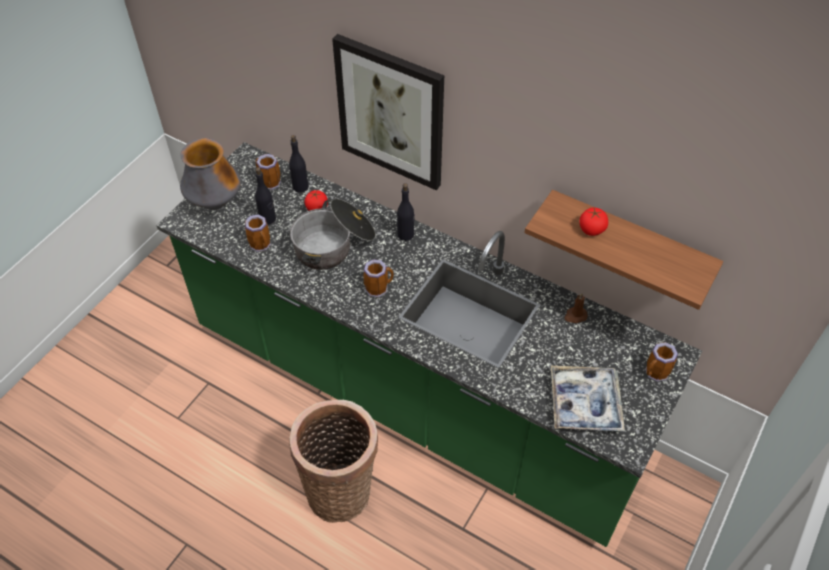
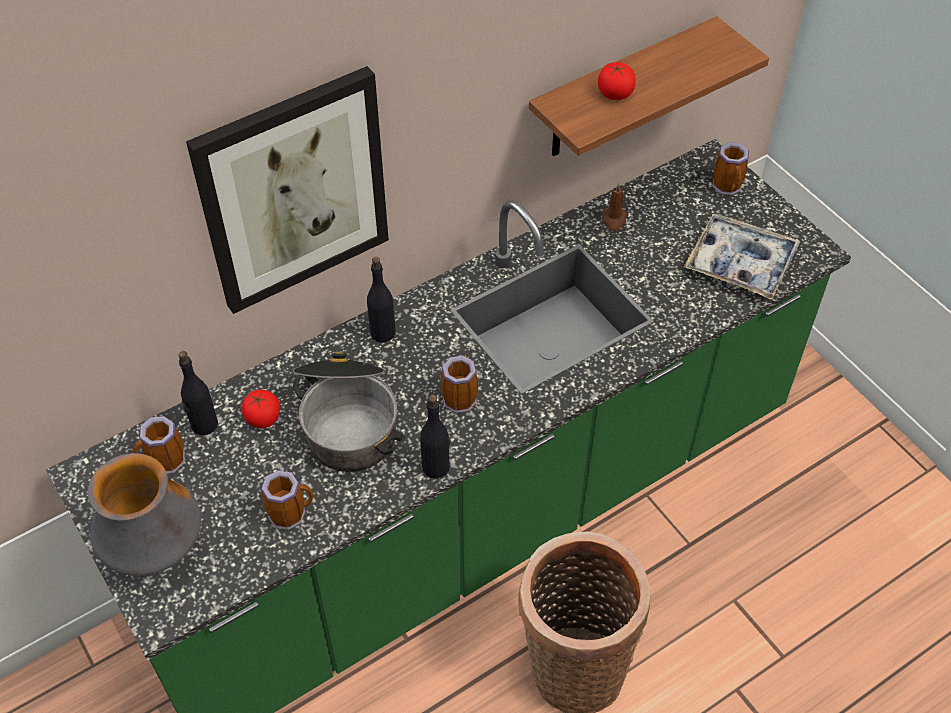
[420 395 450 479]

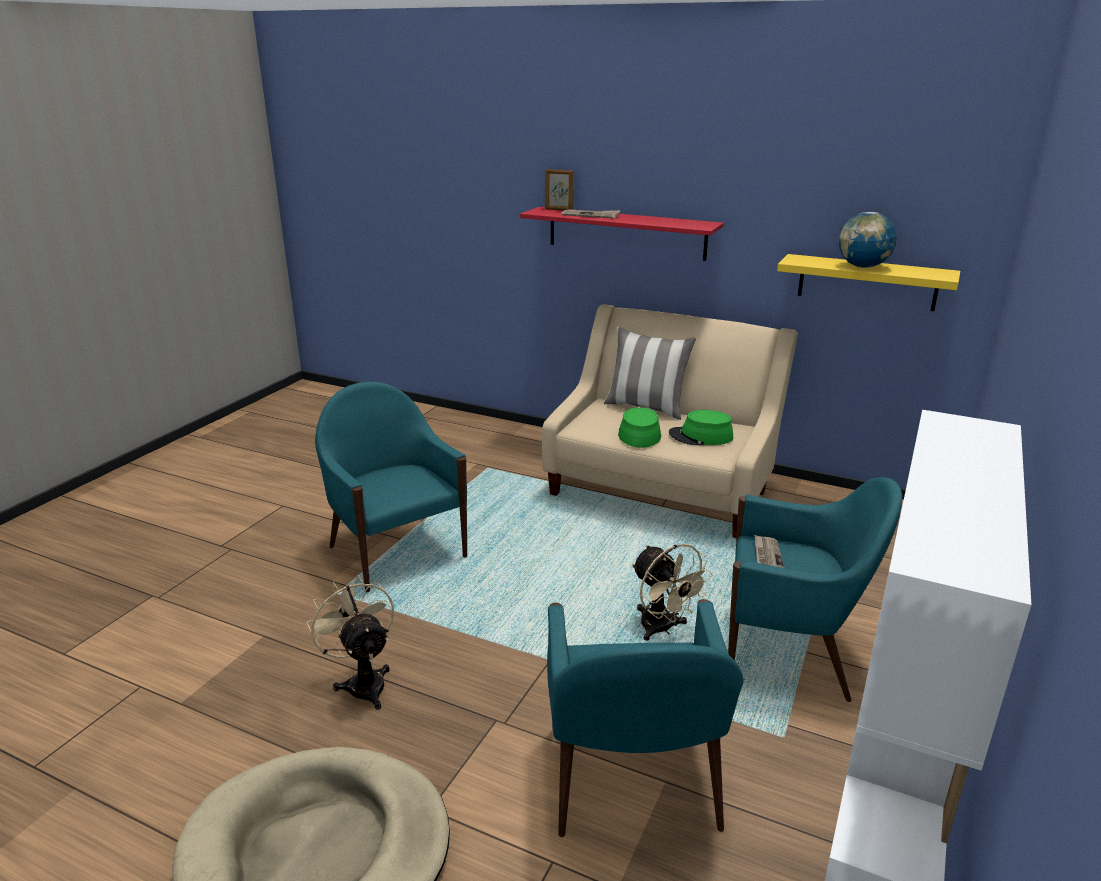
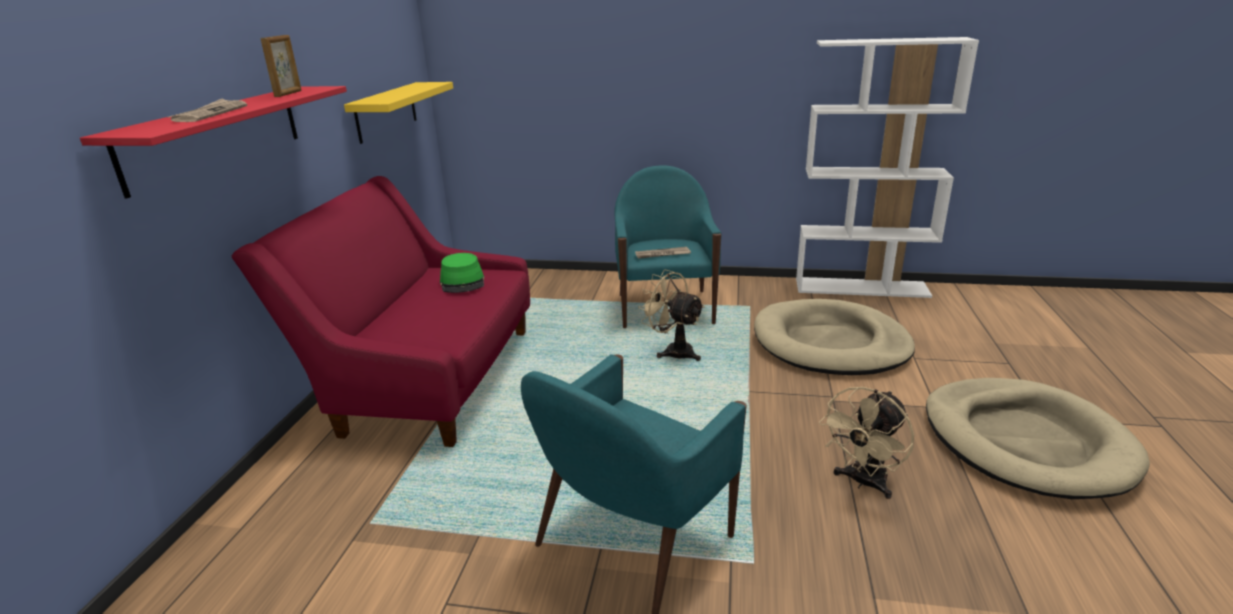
[604 327 696 420] (first image)
[618 407 661 448] (first image)
[839 212 897 268] (first image)
[261 35 301 97]
[754 299 915 375]
[232 176 530 447]
[638 270 705 361]

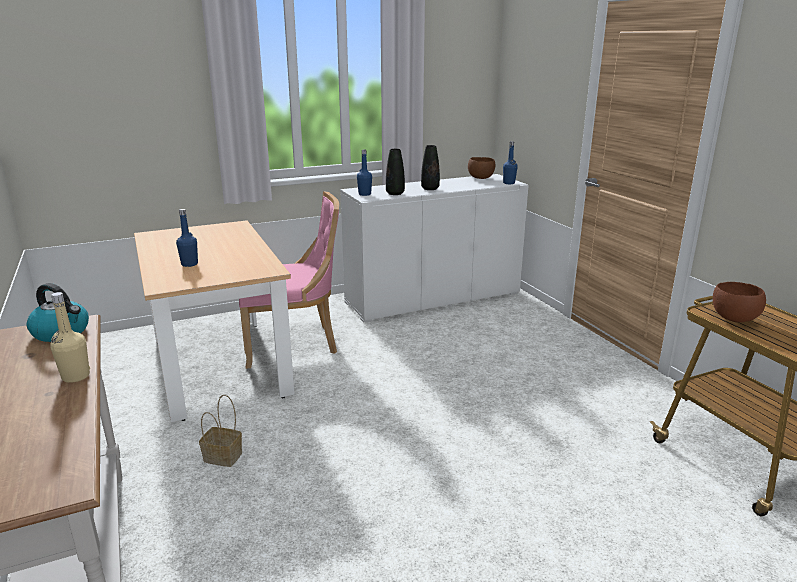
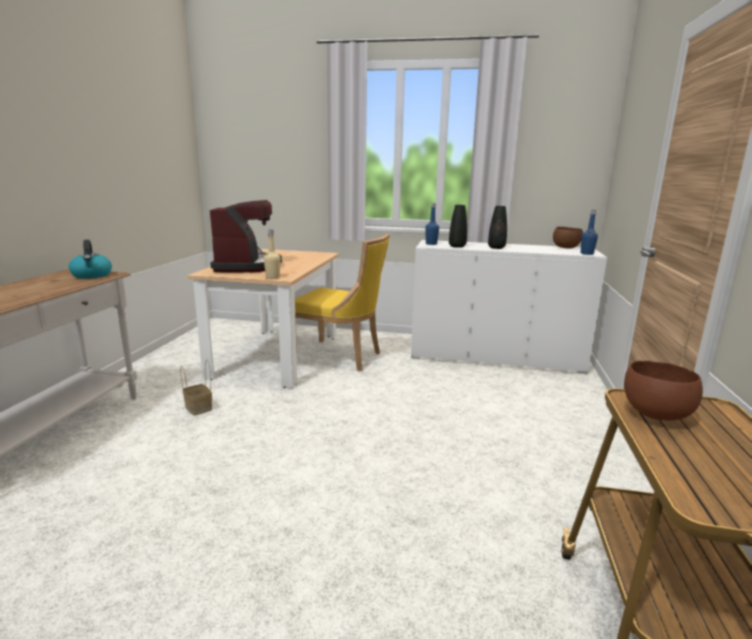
[264 230 280 279]
[210 200 282 273]
[295 234 390 371]

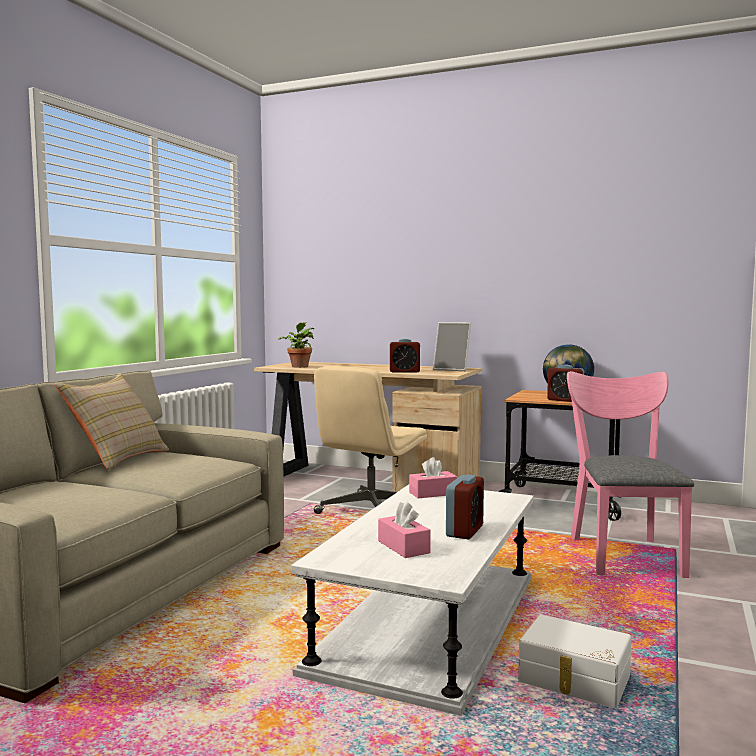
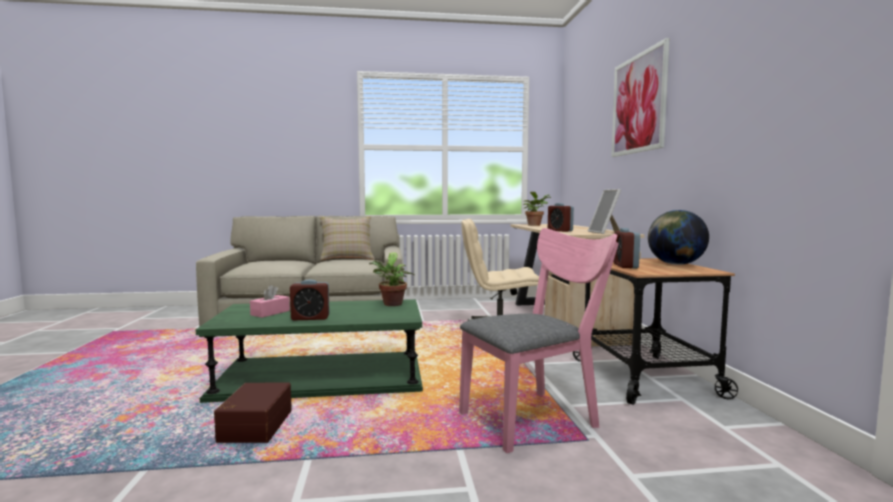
[611 38 670 157]
[369 252 415 306]
[196 299 423 403]
[214 383 292 443]

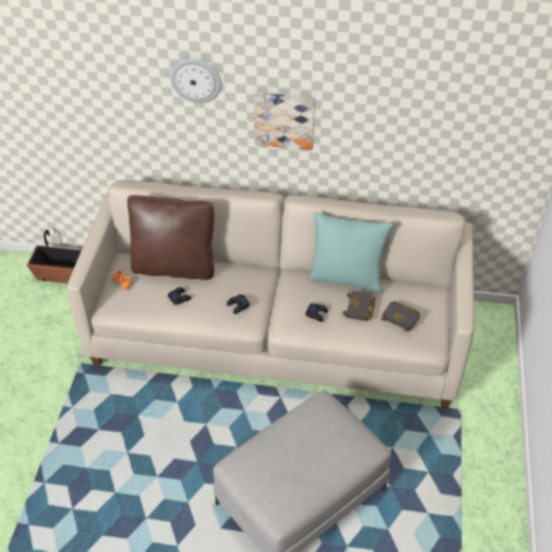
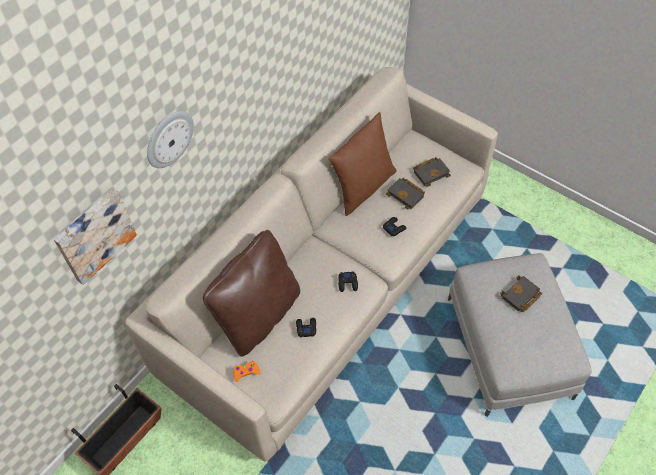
[500 275 542 312]
[54 188 137 285]
[328 112 397 216]

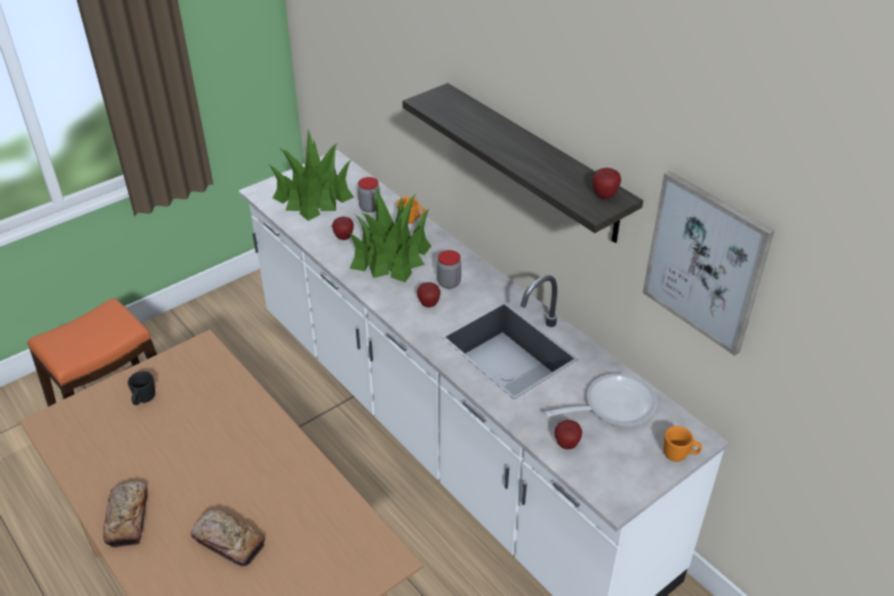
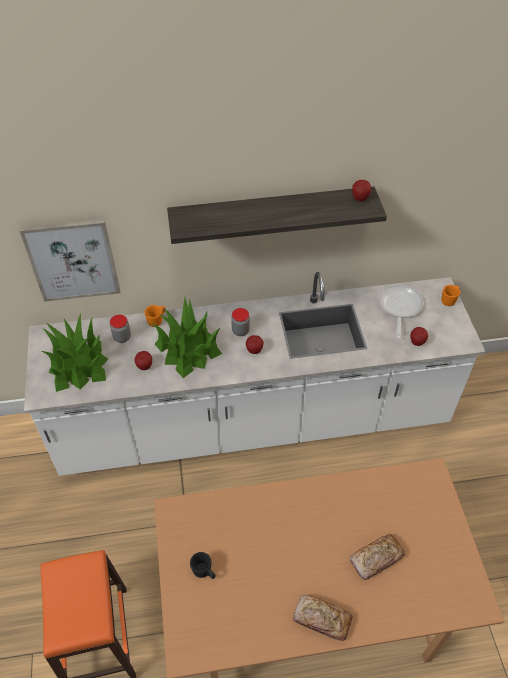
[20 219 120 302]

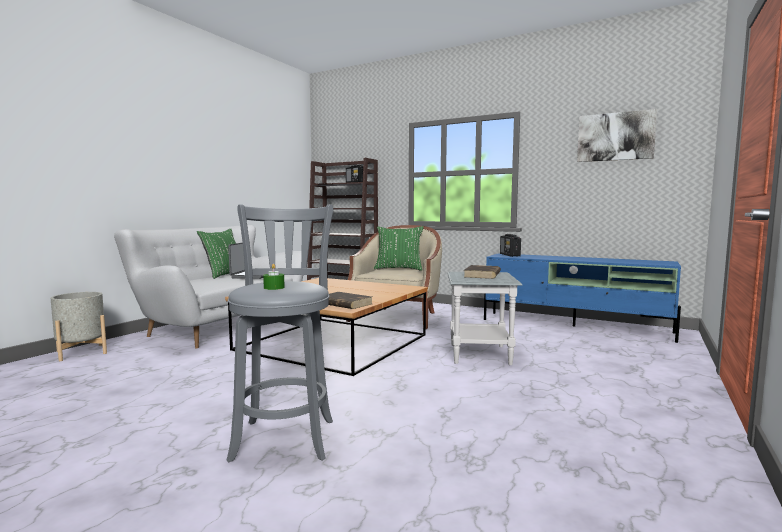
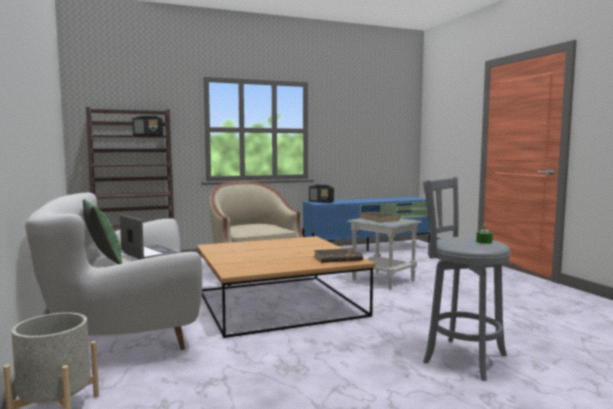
[374 226 424 271] (first image)
[577 109 657 162] (first image)

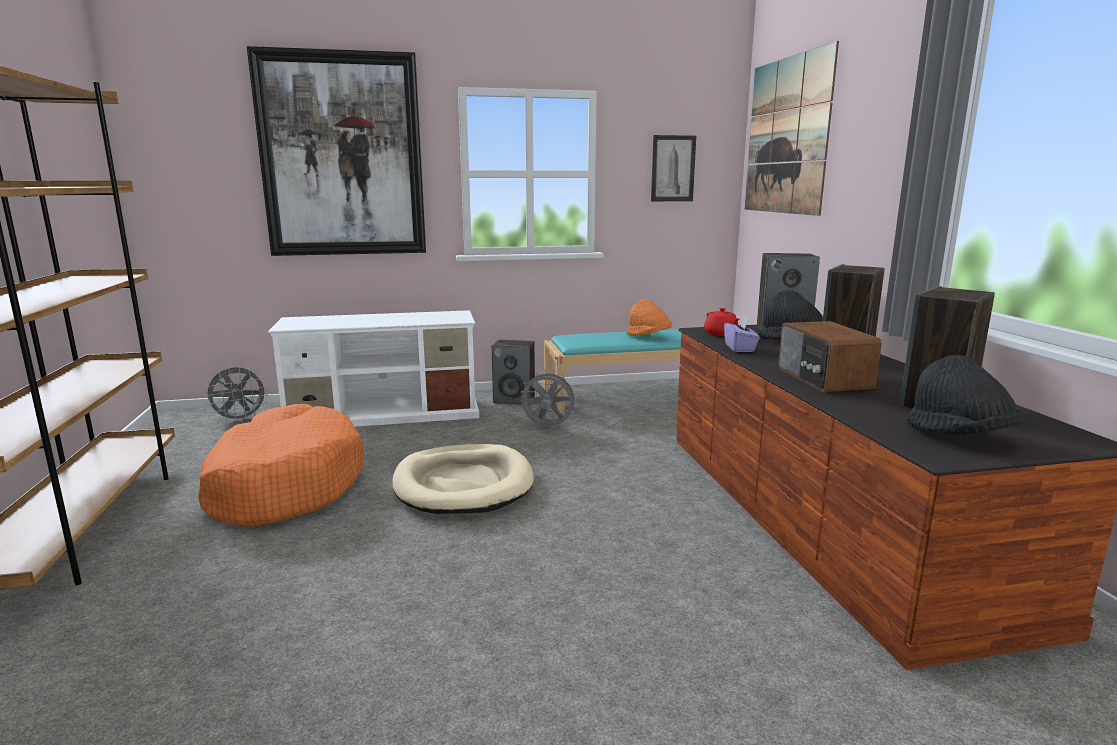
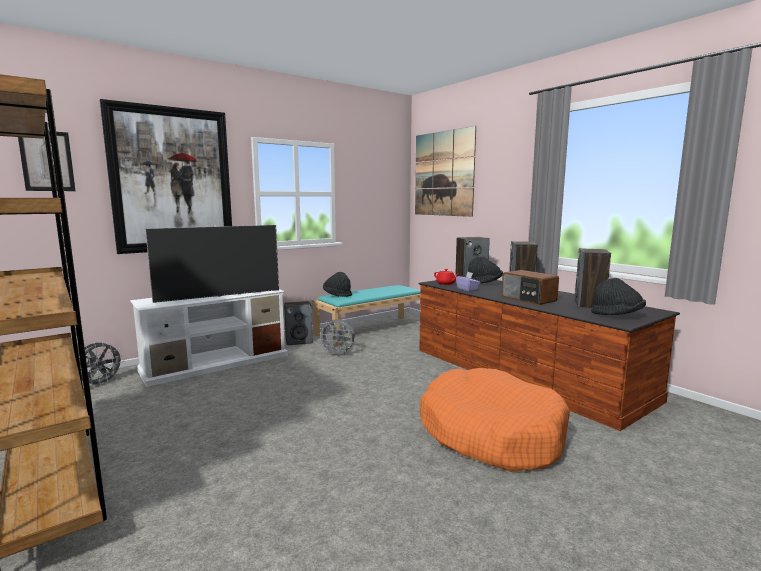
[393 444 534 514] (first image)
[627 299 672 336] (first image)
[145 225 279 303]
[323 272 352 297]
[420 368 570 472]
[18 132 75 191]
[318 319 355 356]

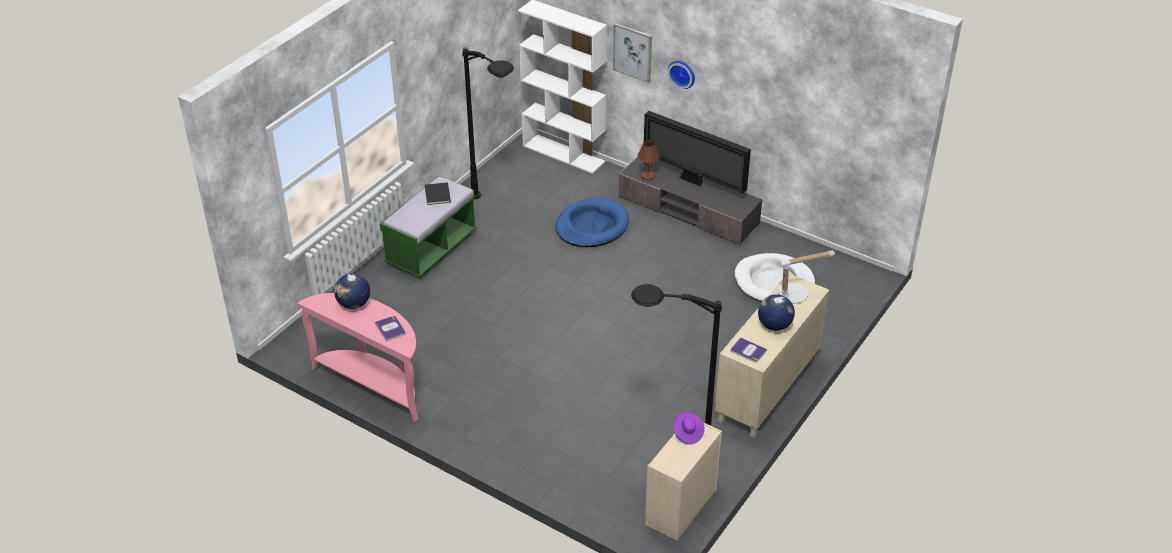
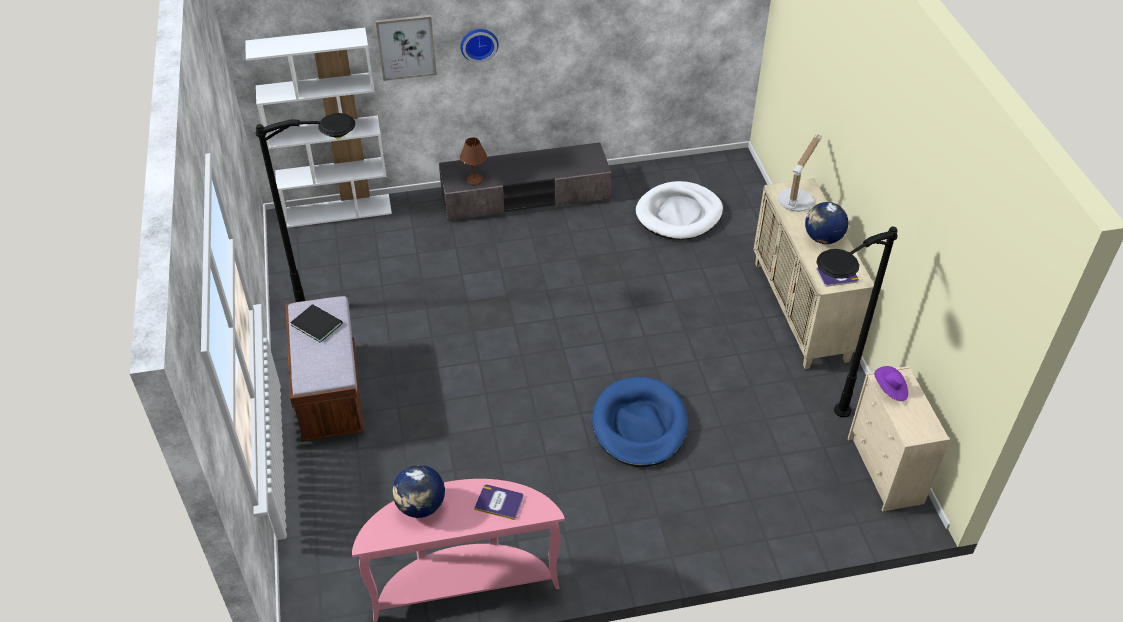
[644 111 751 193] (first image)
[592 377 688 467]
[285 295 364 442]

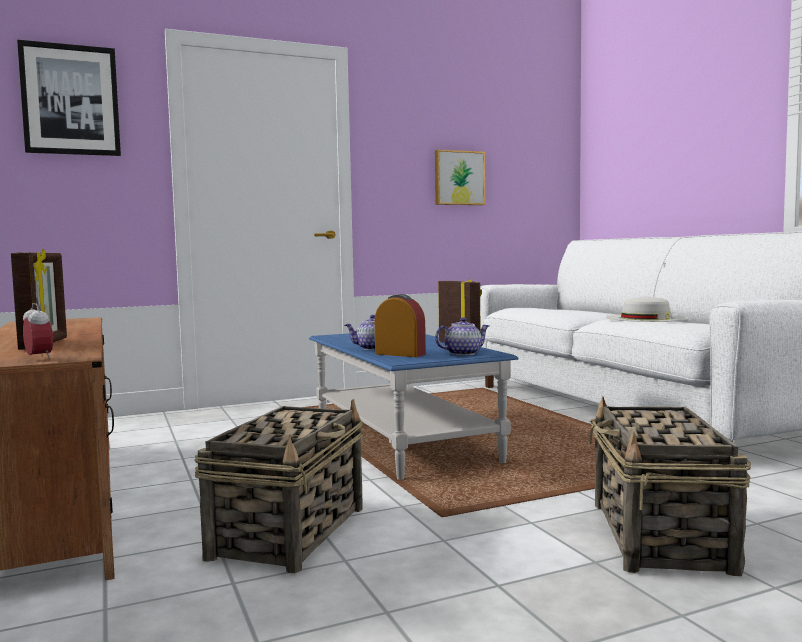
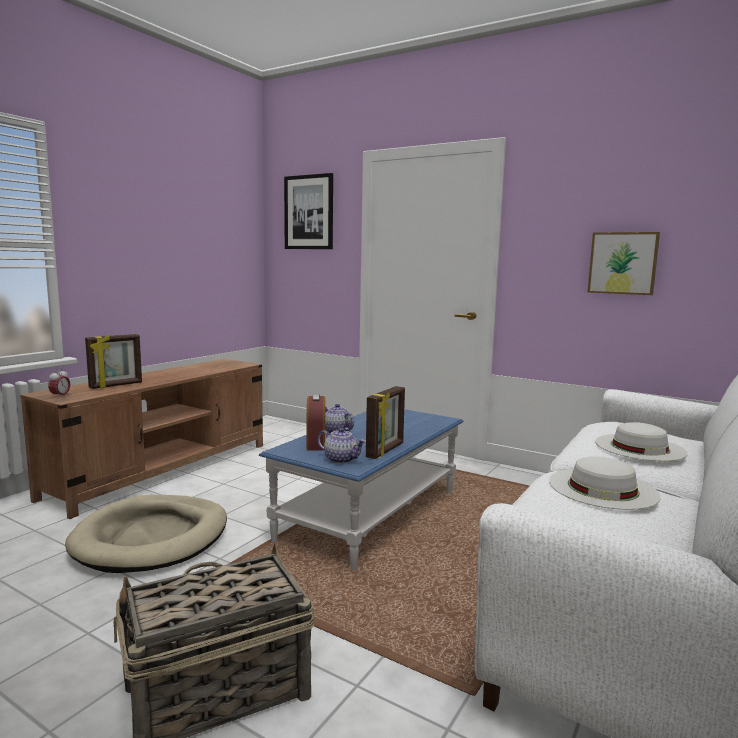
[595 422 687 461]
[65 495 227 573]

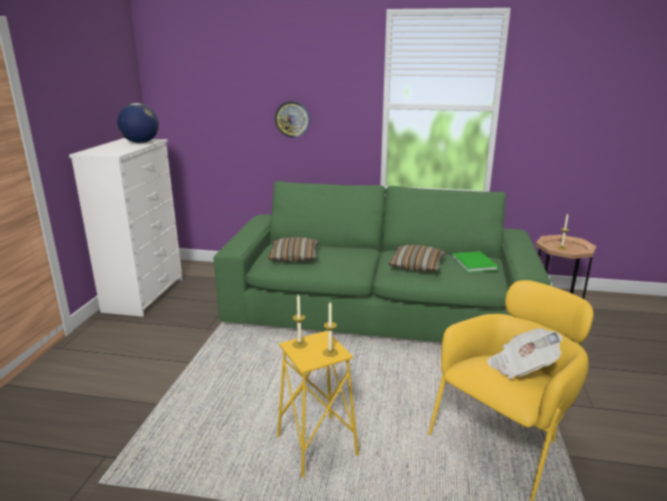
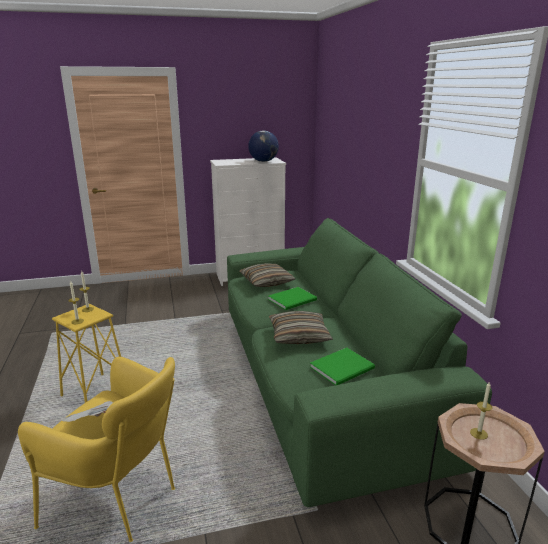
[275 101 310 138] (first image)
[268 287 317 310]

